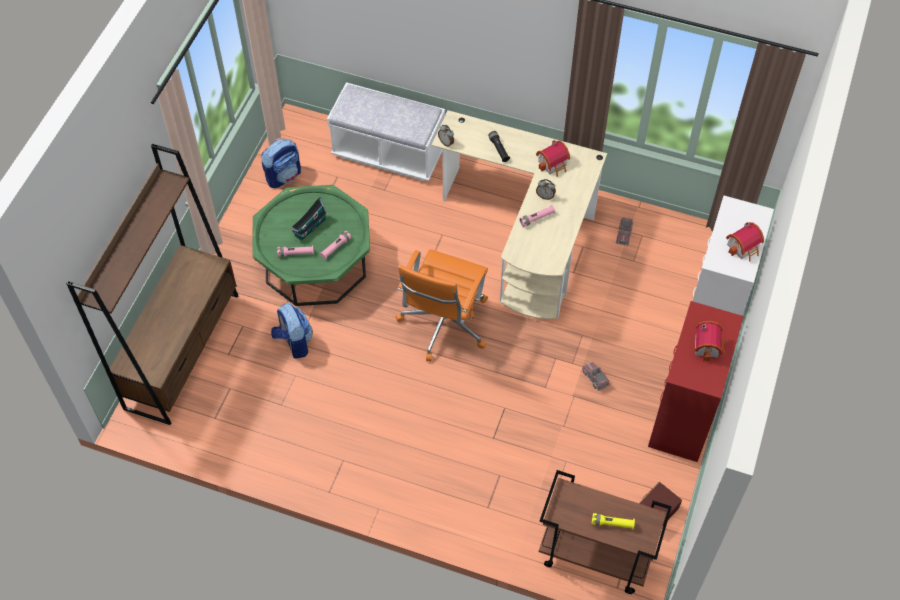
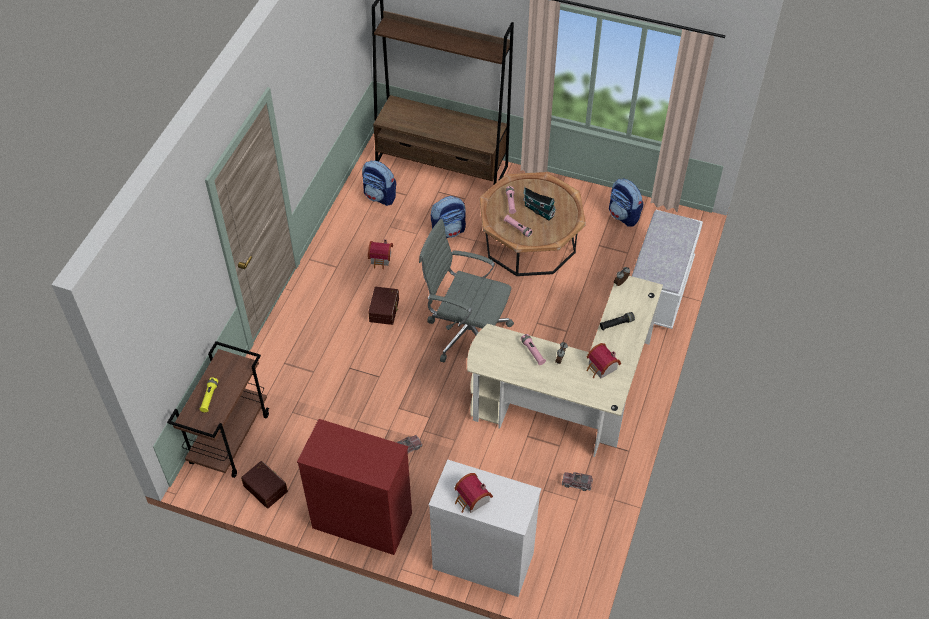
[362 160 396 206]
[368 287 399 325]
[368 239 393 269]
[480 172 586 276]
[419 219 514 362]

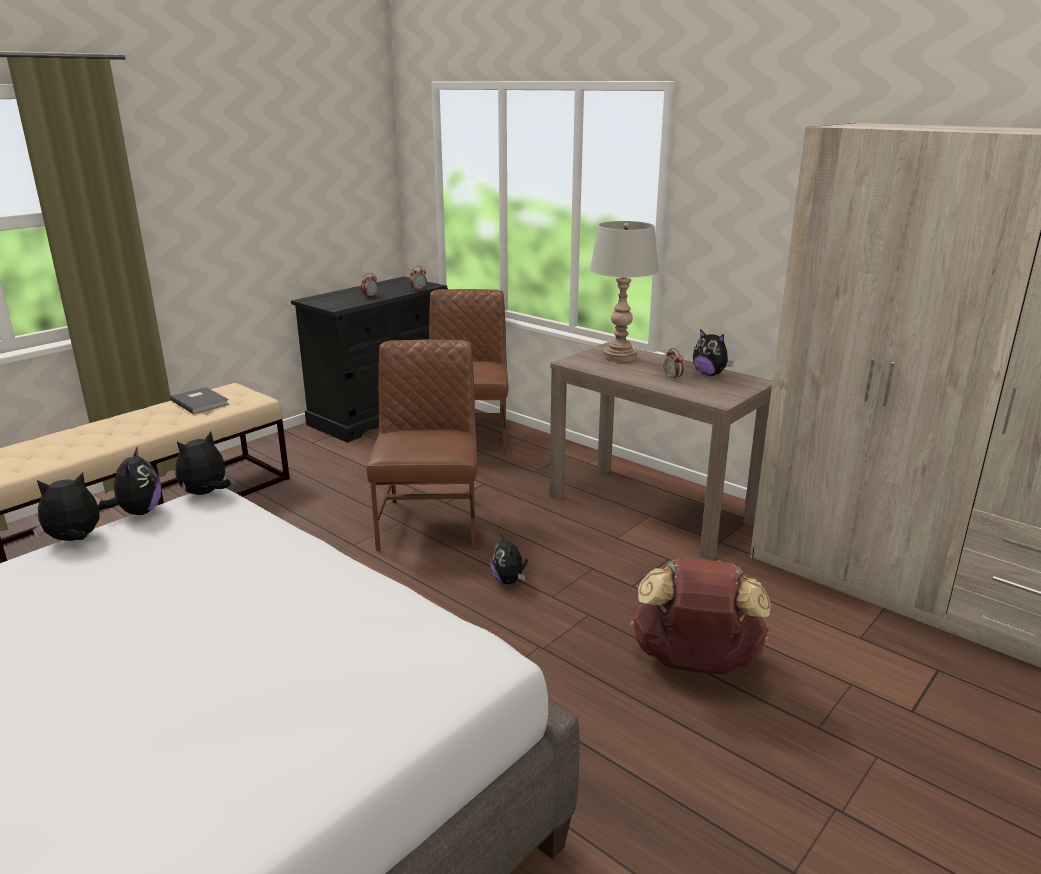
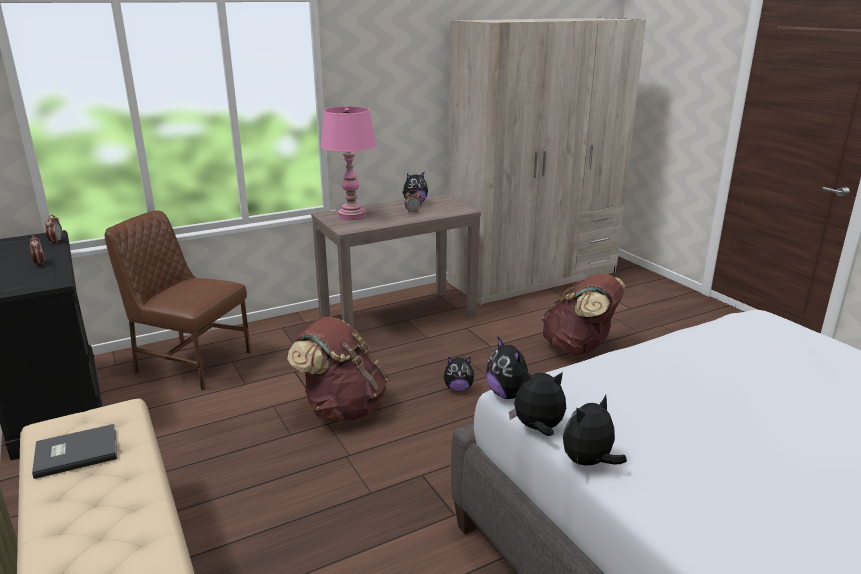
[287 317 388 421]
[321 106 376 220]
[563 395 627 466]

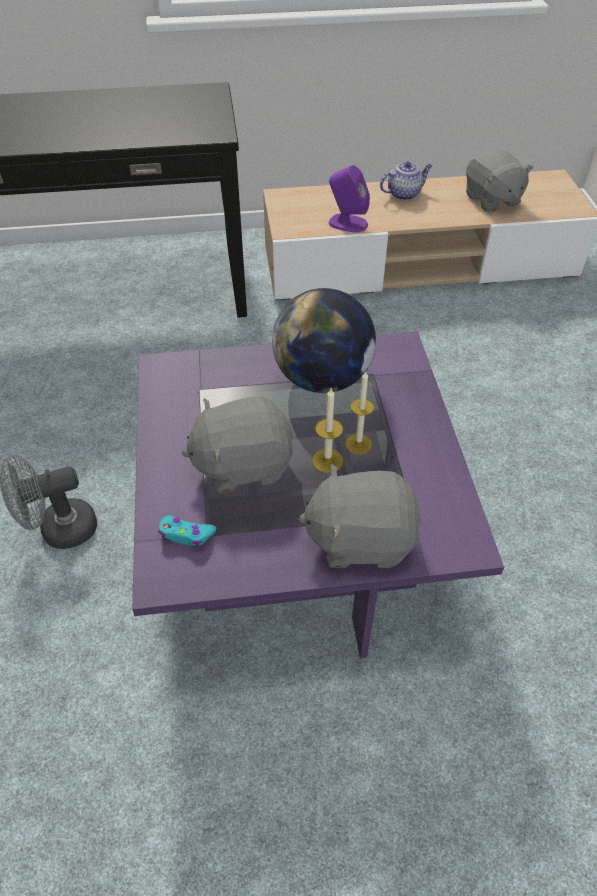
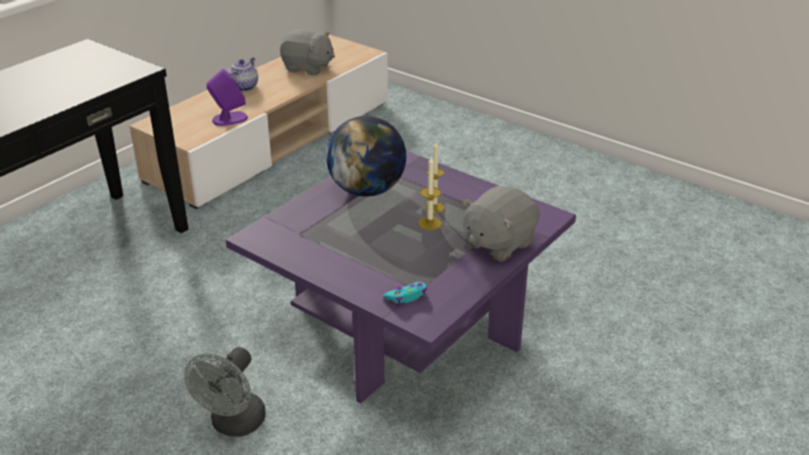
[182 396 293 493] (first image)

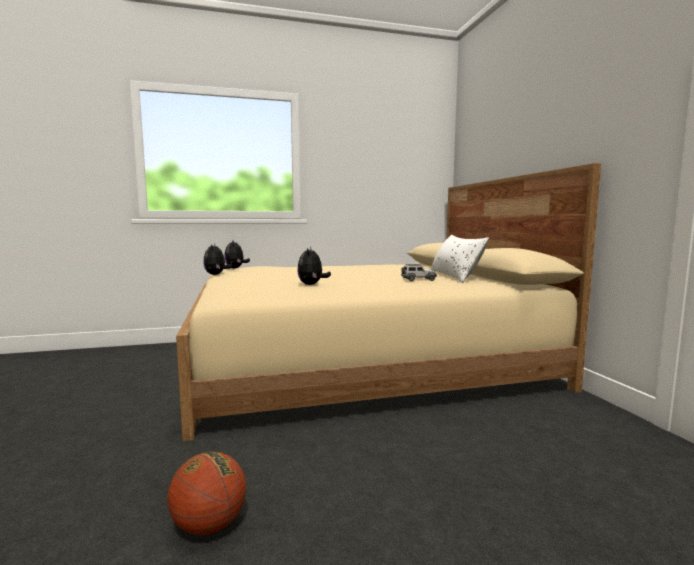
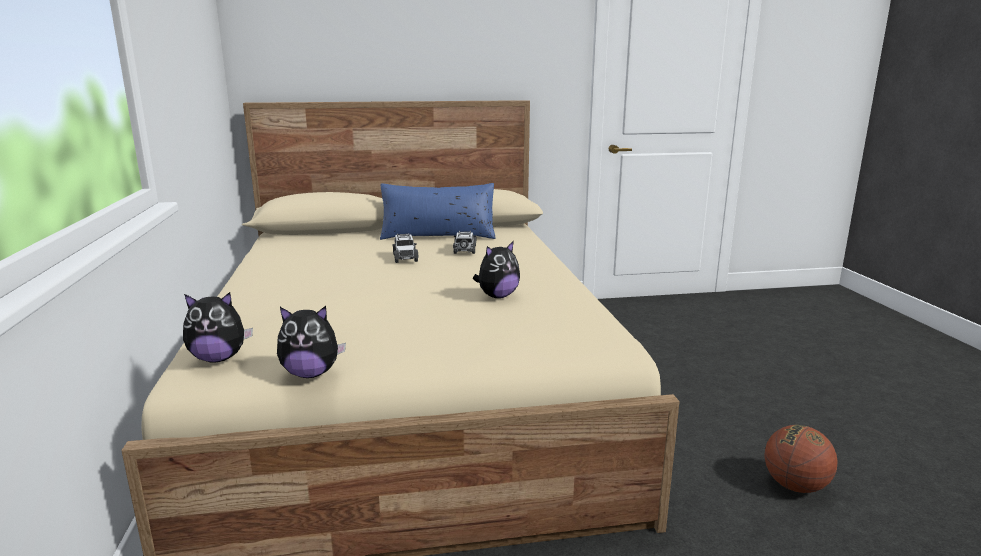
[392 233 419 263]
[380 183 495 240]
[473 241 520 298]

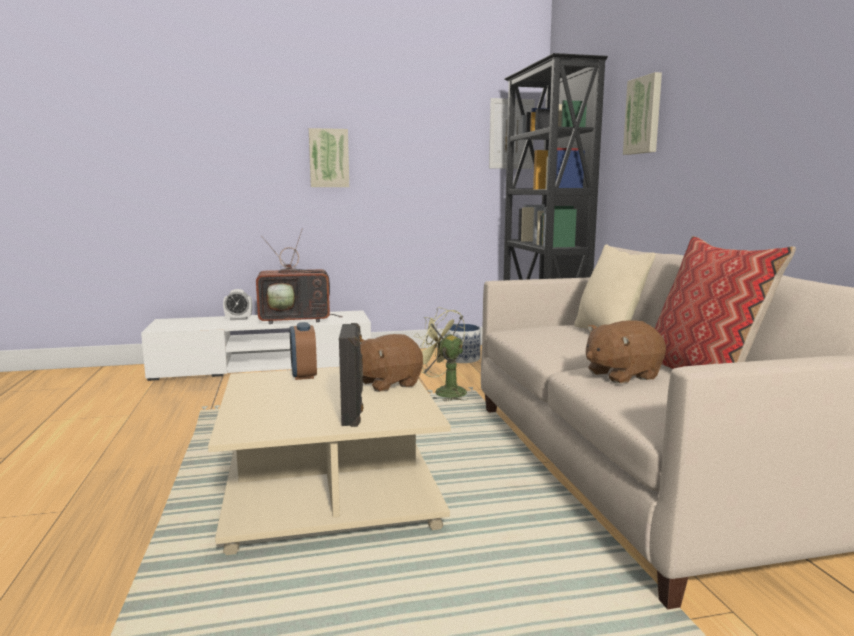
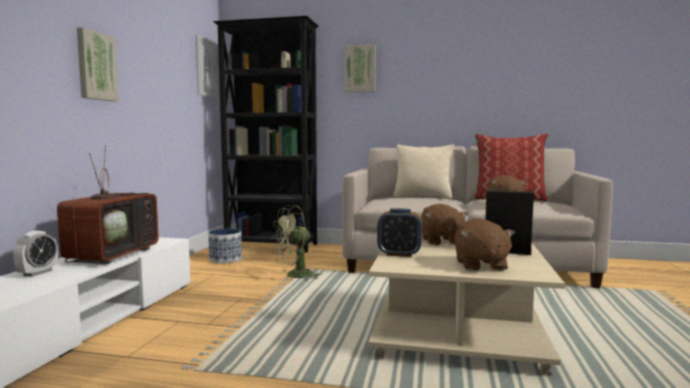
[454 219 515 271]

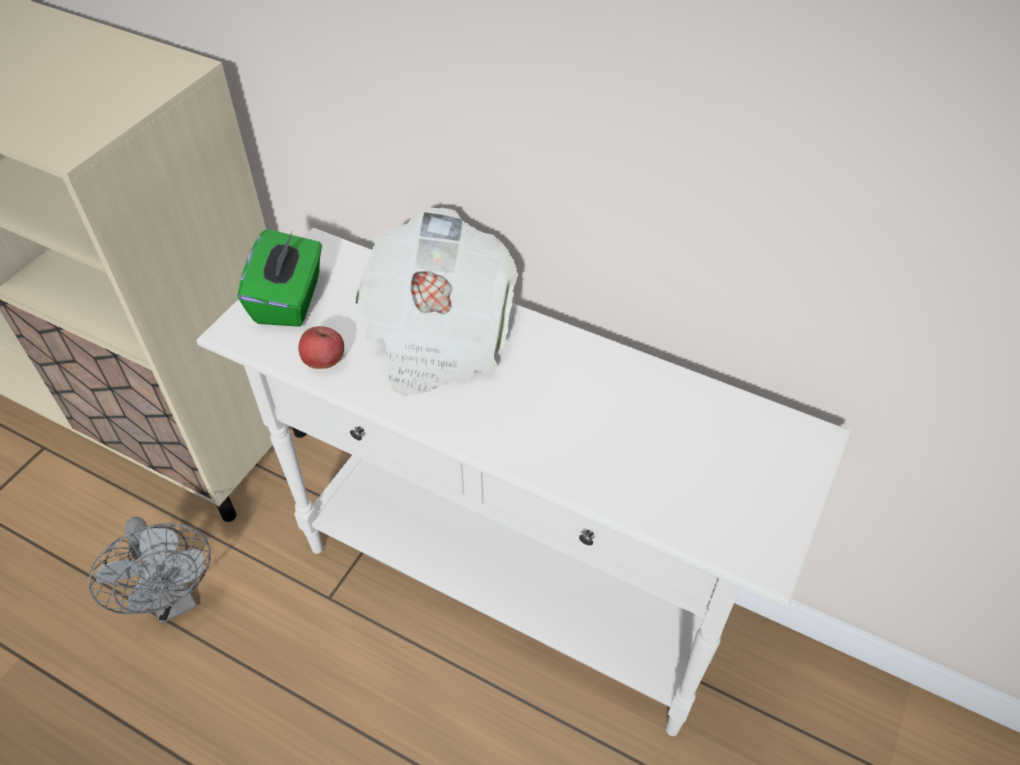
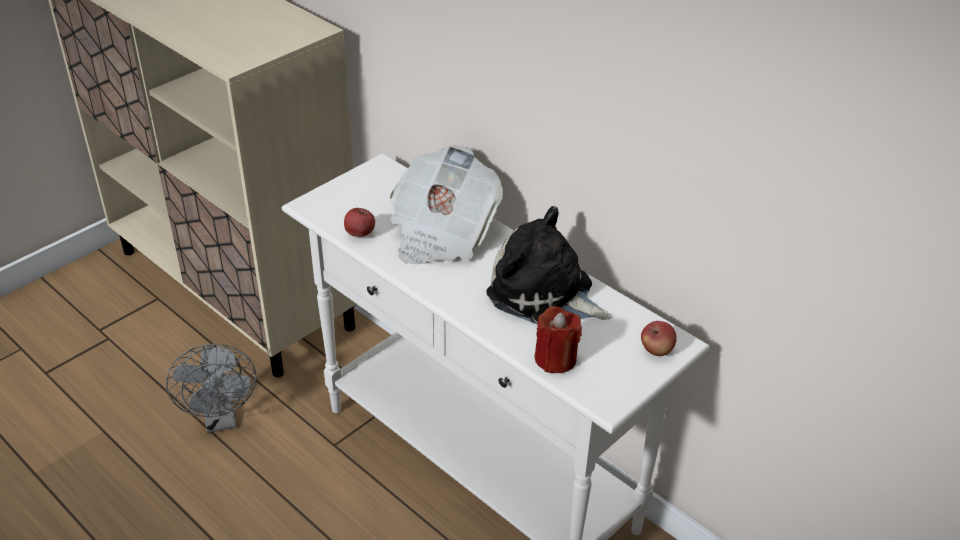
[238 229 322 327] (first image)
[486 206 612 324]
[535 306 582 373]
[641 321 677 356]

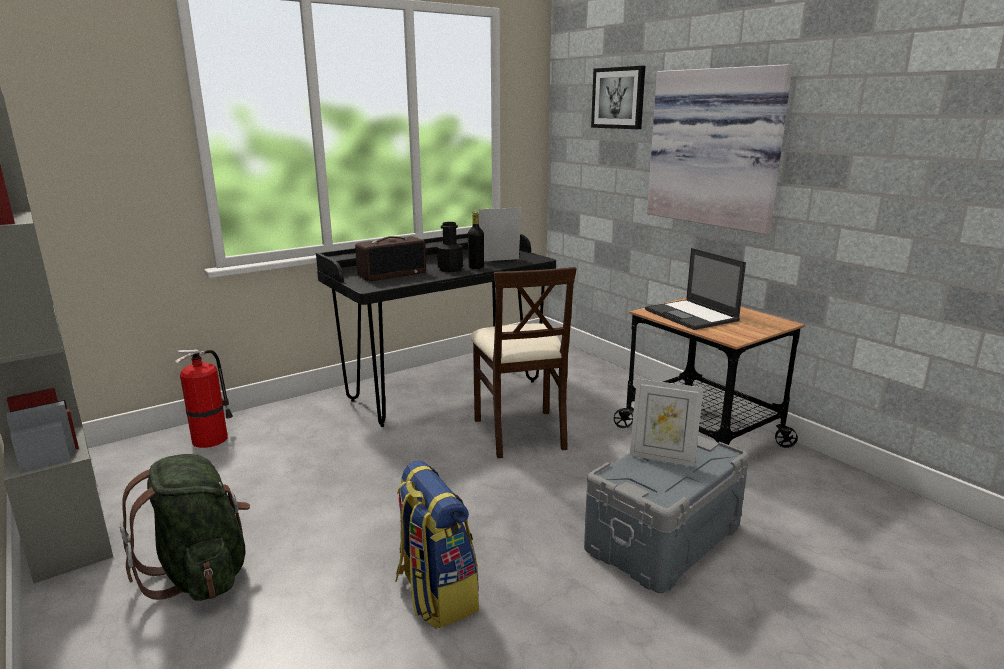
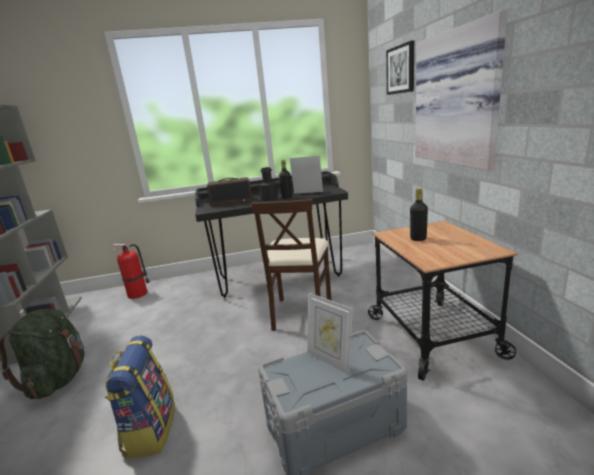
[410 188 428 241]

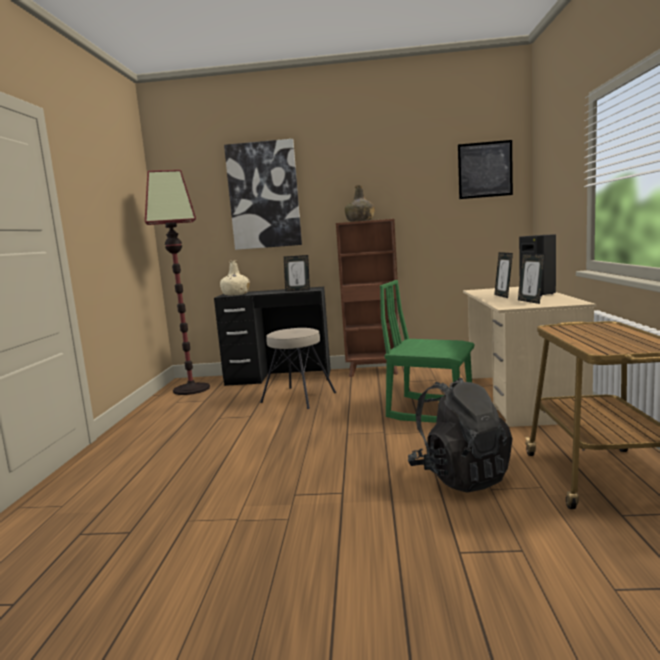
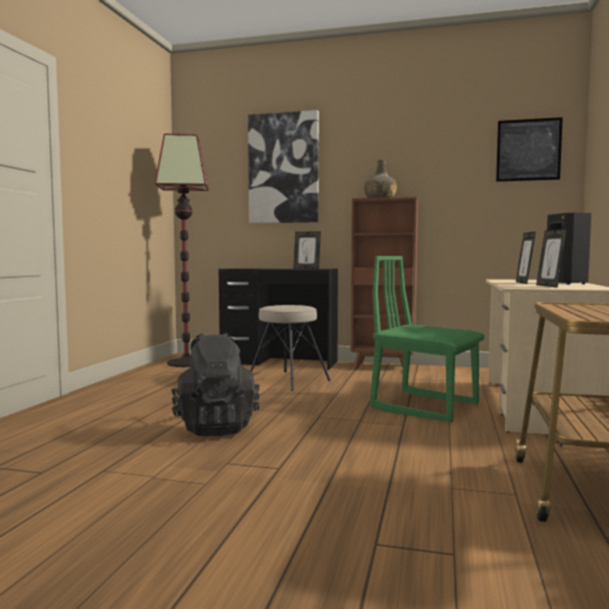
[220 260 250 296] (first image)
[172 333 260 436]

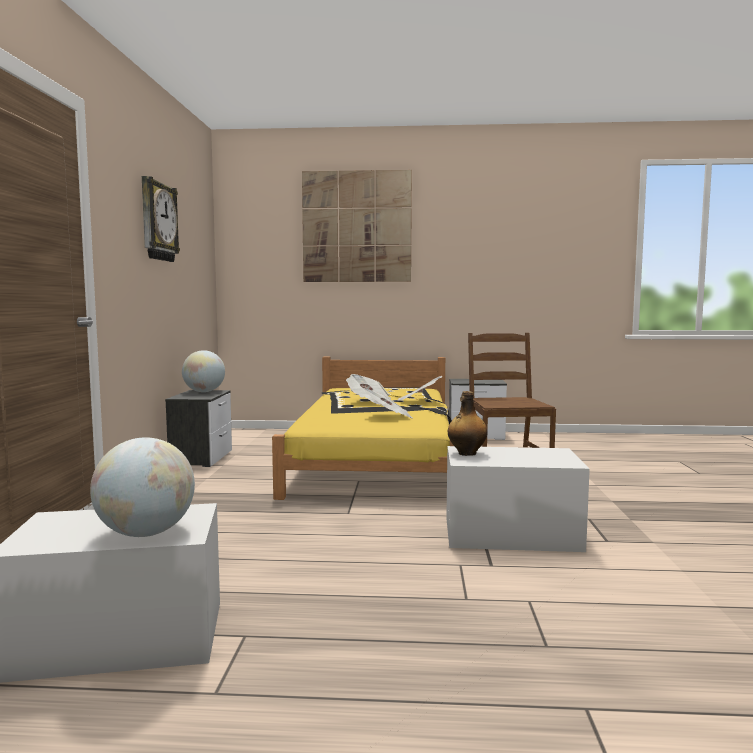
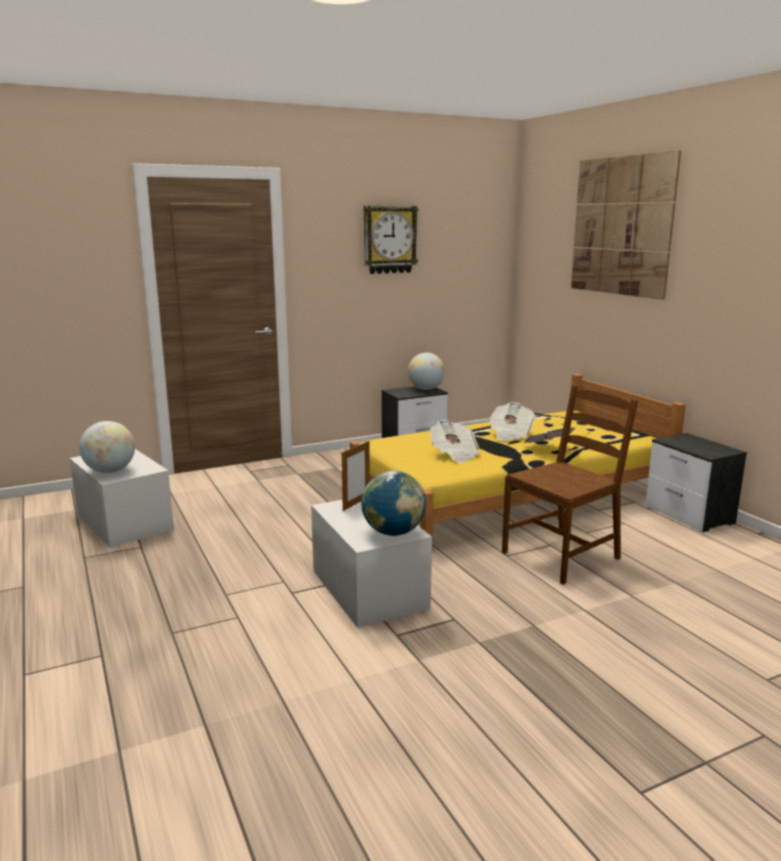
[361 471 426 536]
[342 441 370 511]

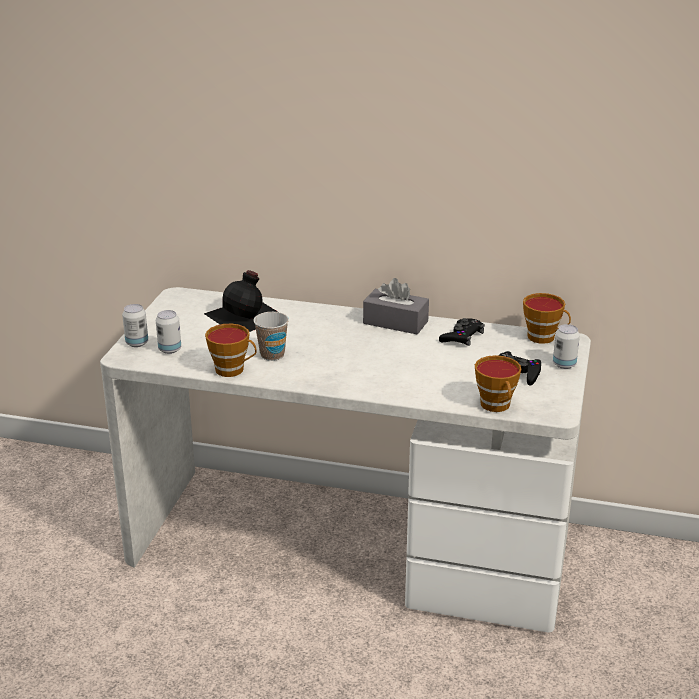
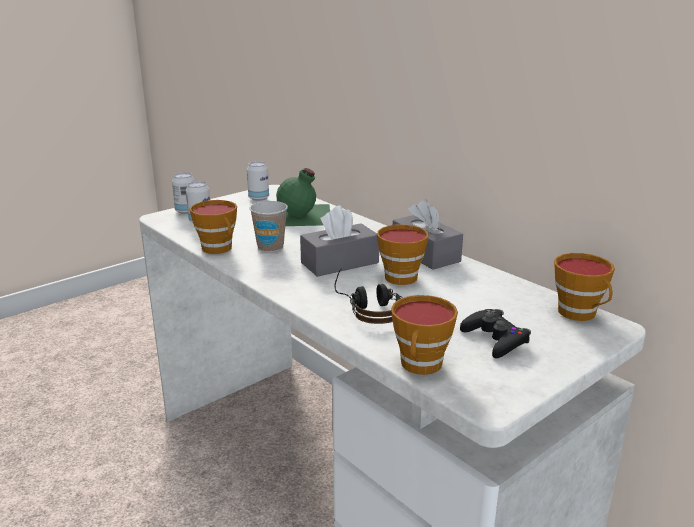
[439 318 485 346] (first image)
[300 205 379 277]
[334 268 402 324]
[377 224 429 285]
[247 161 269 201]
[276 168 330 226]

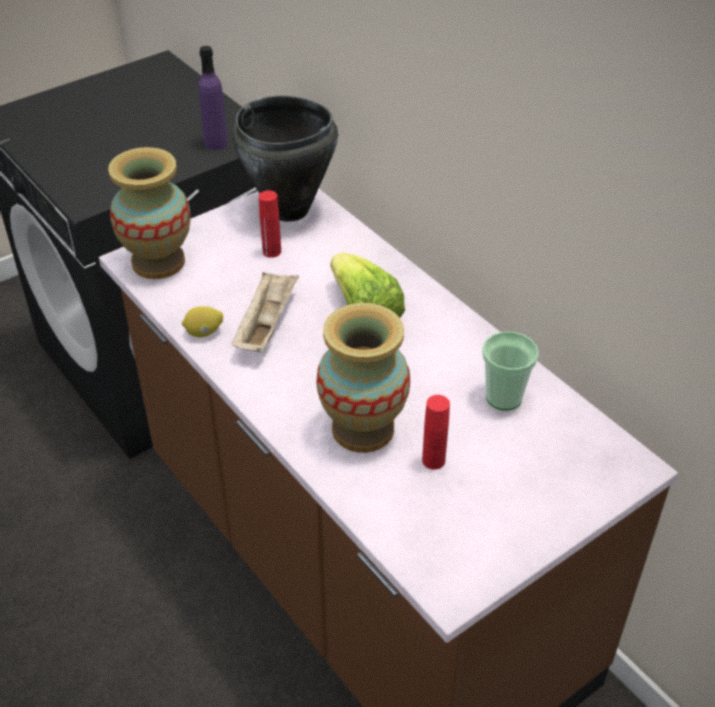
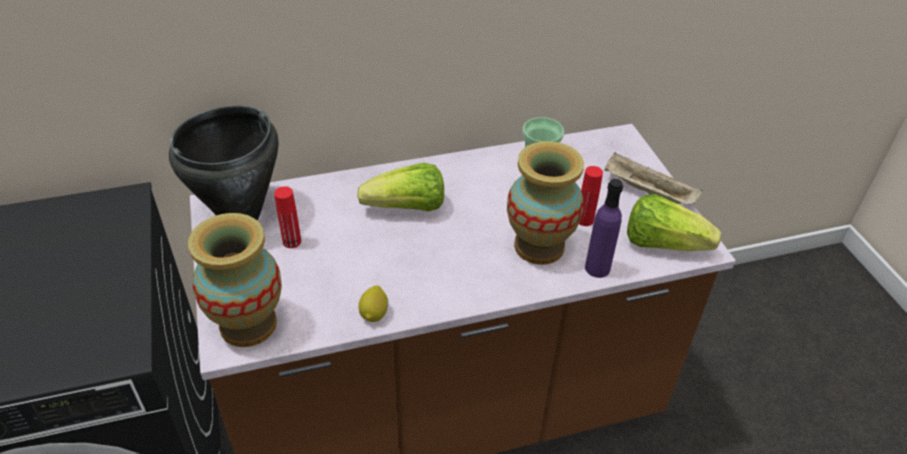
[627 194 721 251]
[585 179 623 278]
[604 152 702 205]

